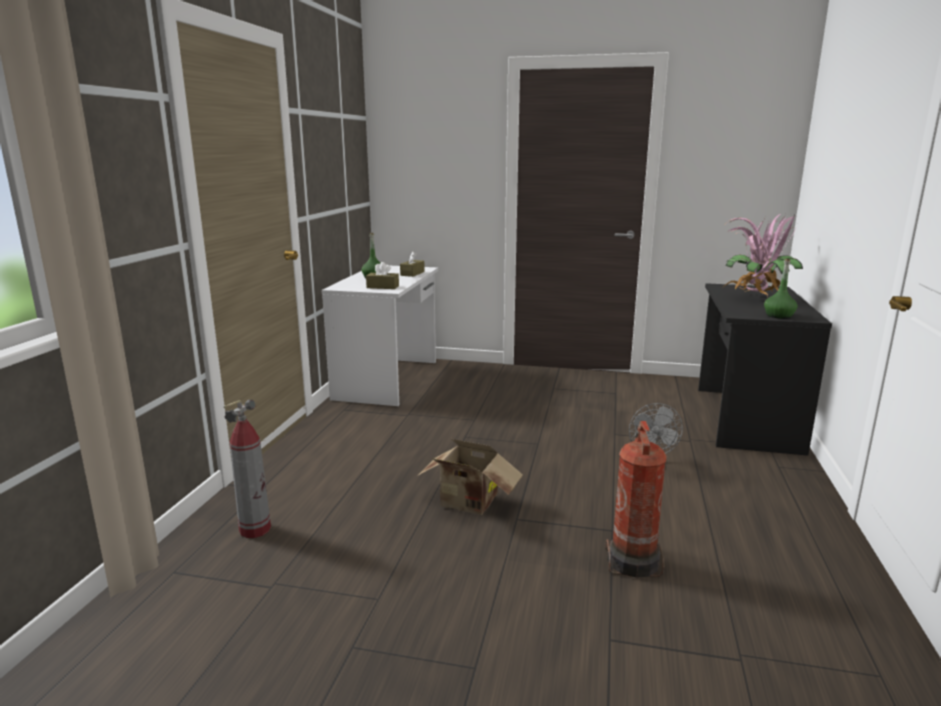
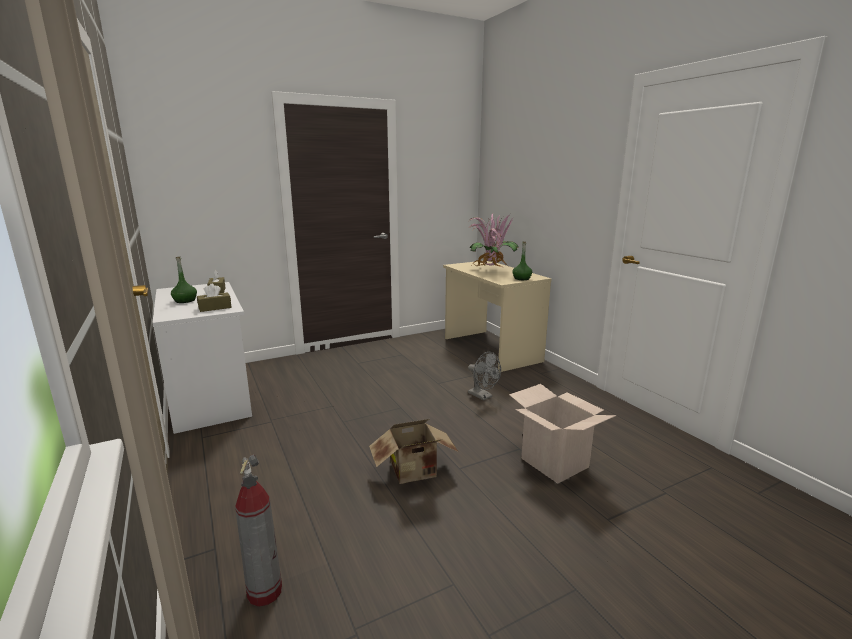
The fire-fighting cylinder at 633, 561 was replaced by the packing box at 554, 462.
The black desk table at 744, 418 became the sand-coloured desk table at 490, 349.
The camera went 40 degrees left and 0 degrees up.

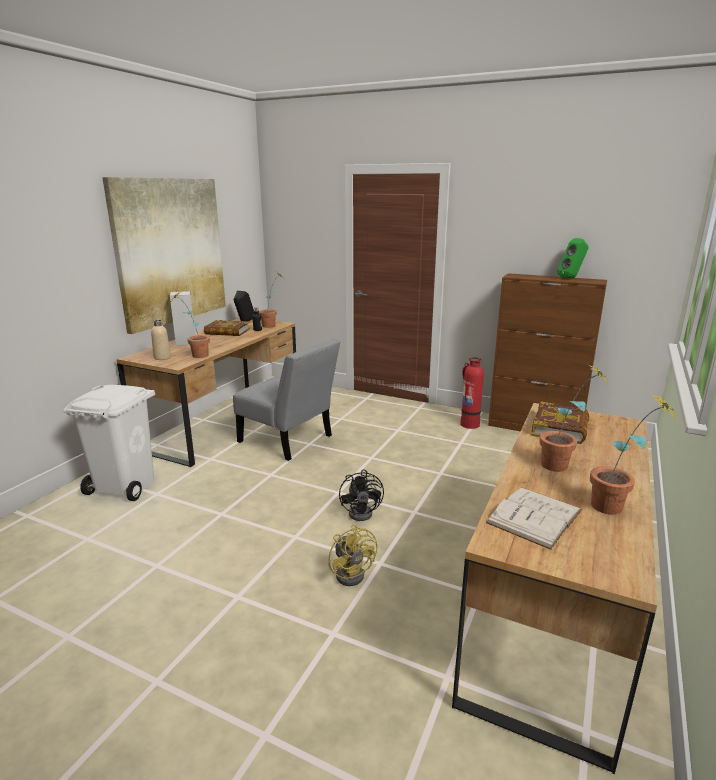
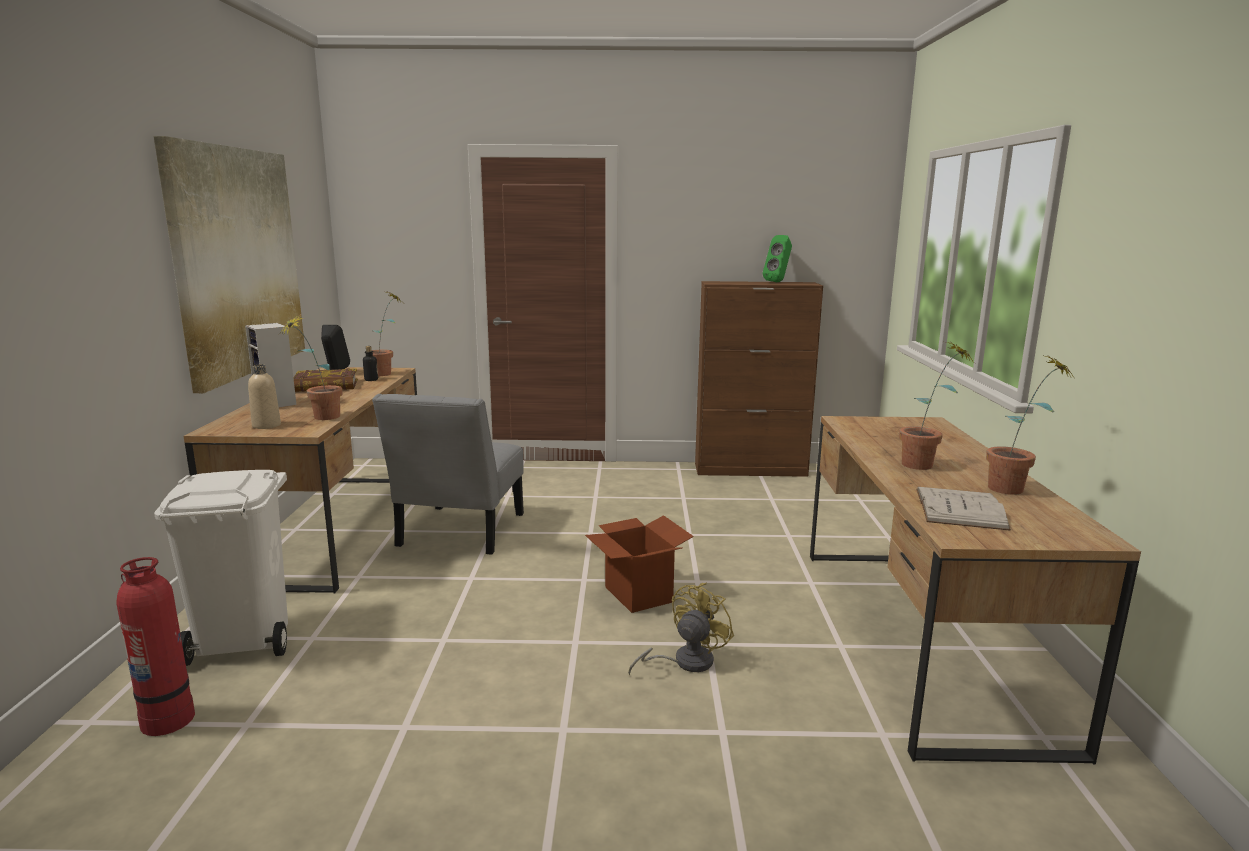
The grey plain chair at 289, 440 turned 90 degrees clockwise.
The yellowish electric fan at 352, 572 turned 90 degrees counterclockwise.
The black electric fan at 364, 512 was replaced by the packing box at 638, 594.
The fire-fighting cylinder moved from 469, 424 to 167, 719.
The volume at 560, 428 disappeared.
The camera went 25 degrees left and 5 degrees down.

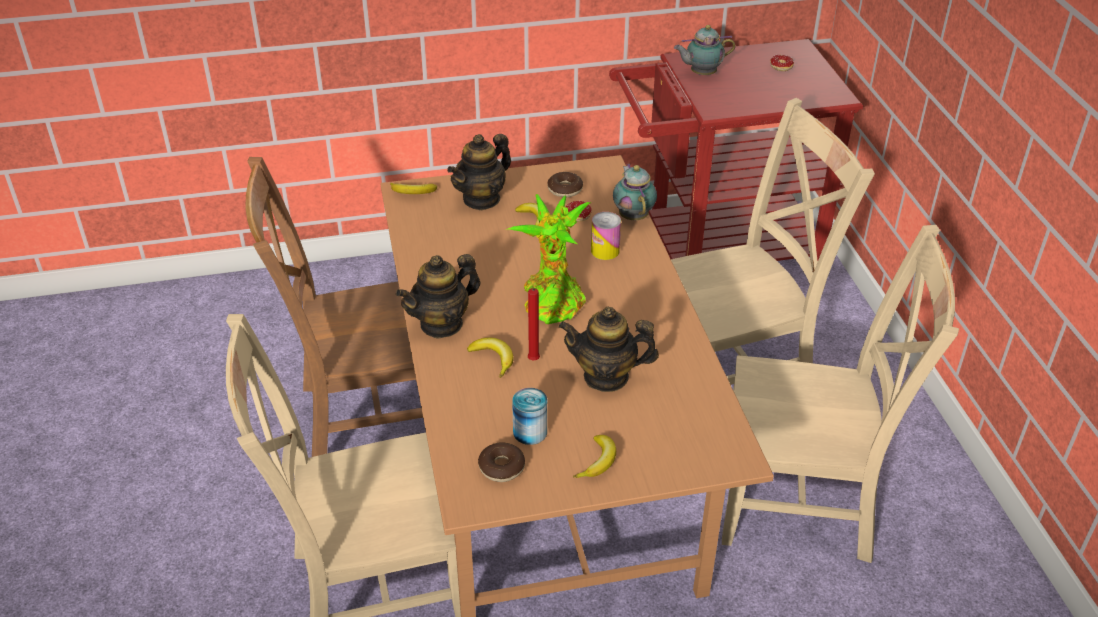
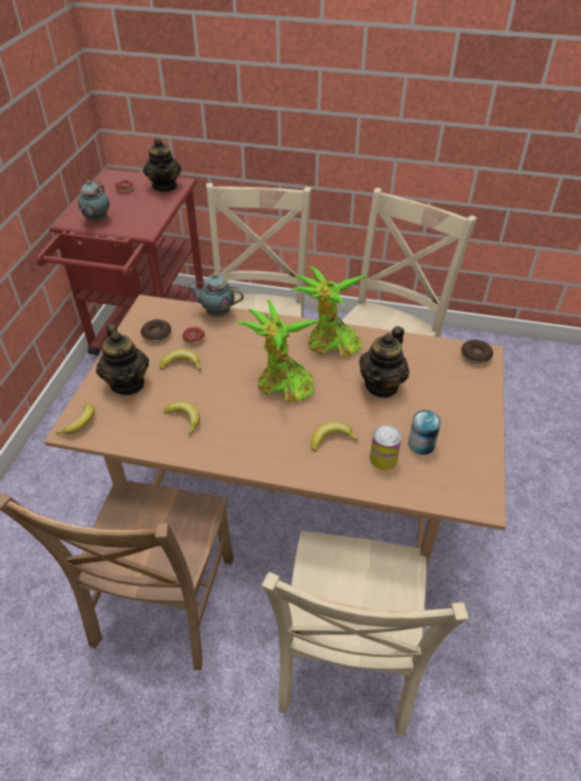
The pot for tea moved from 441, 324 to 165, 186.
The donut moved from 501, 467 to 475, 356.
The reddish wax candle at 533, 361 disappeared.
The banana moved from 598, 462 to 184, 419.
The can moved from 605, 251 to 383, 459.
The plant in a pot at 330, 344 appeared.
The camera went 65 degrees left and 5 degrees up.

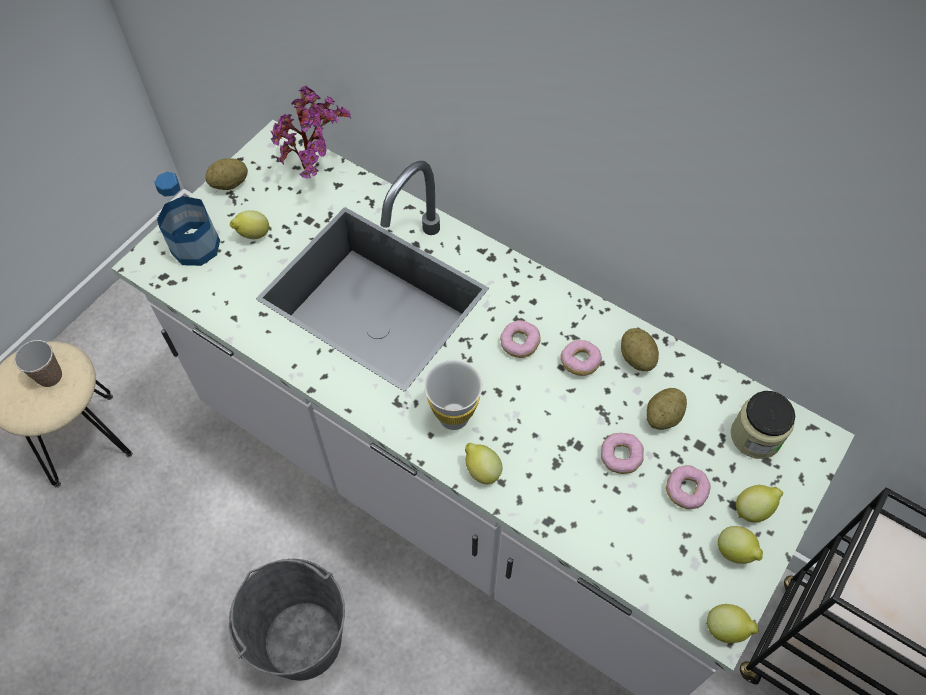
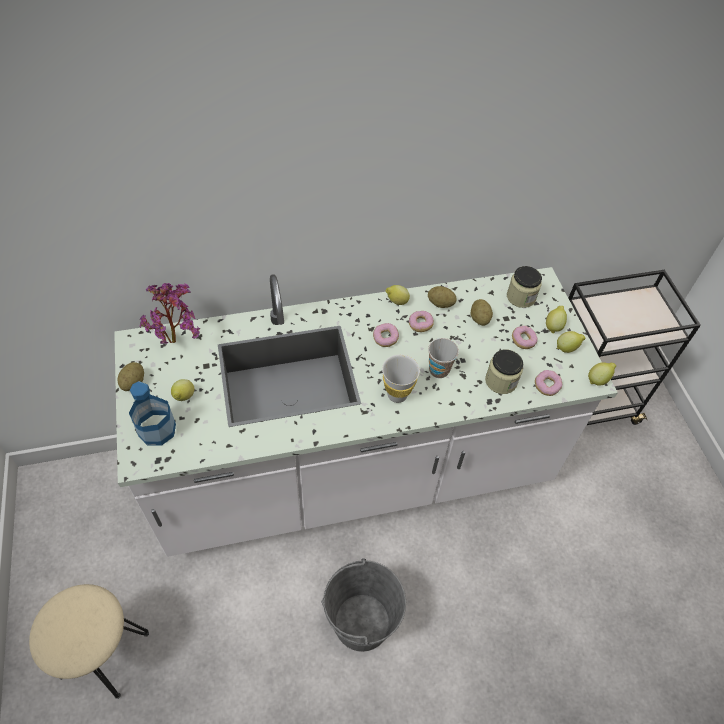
The small cup moved from 50, 376 to 439, 370.
The citrus fruit moved from 481, 470 to 396, 302.
The donut moved from 620, 457 to 546, 386.
The preserve jar at 501, 381 appeared.
The camera went 50 degrees left and 5 degrees down.

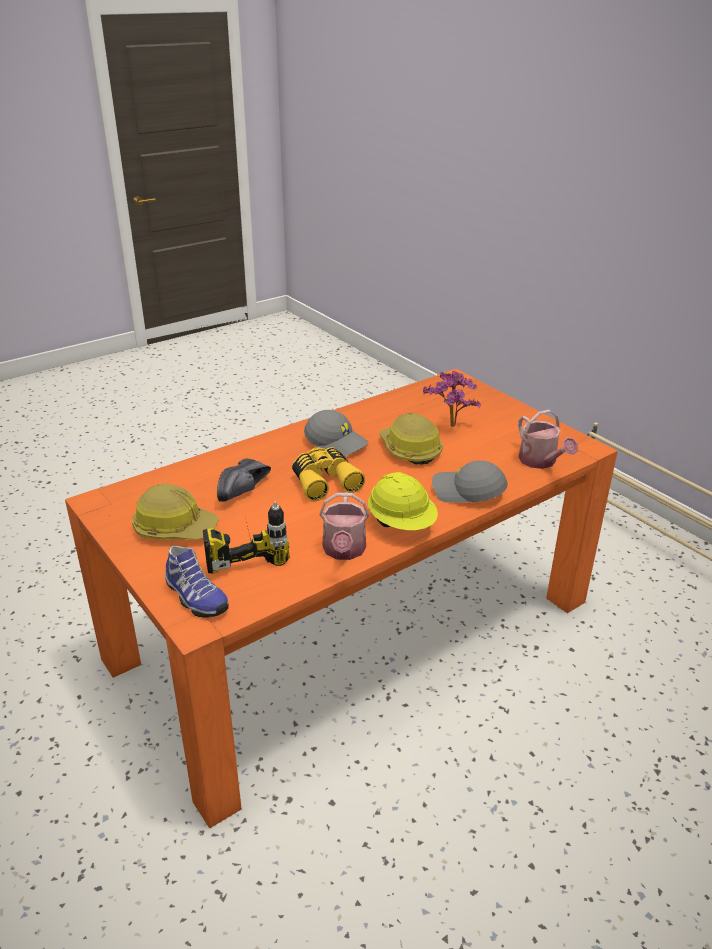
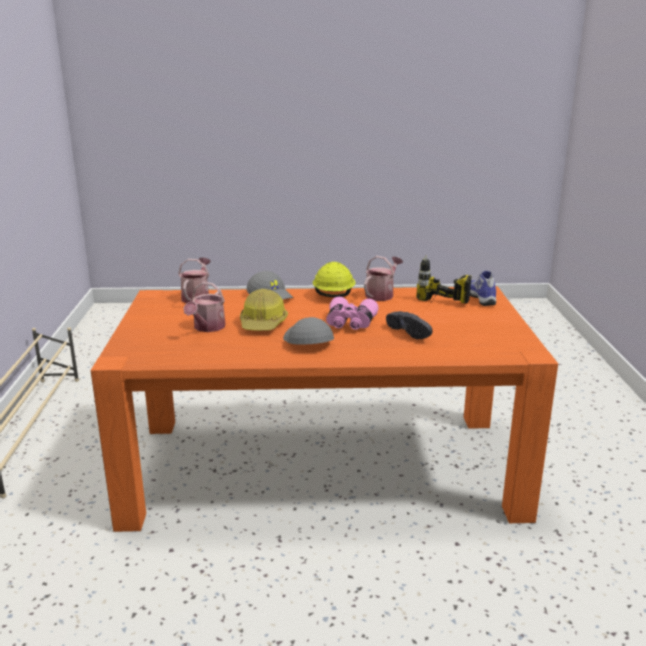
The safety helmet at 174, 528 disappeared.
The black low shoe at 245, 491 turned 90 degrees clockwise.
The yellowish binoculars at 324, 481 became the pink-coloured binoculars at 350, 323.
The plant in a pot at 450, 427 was replaced by the watering can at 207, 328.
The camera went 145 degrees left and 10 degrees down.

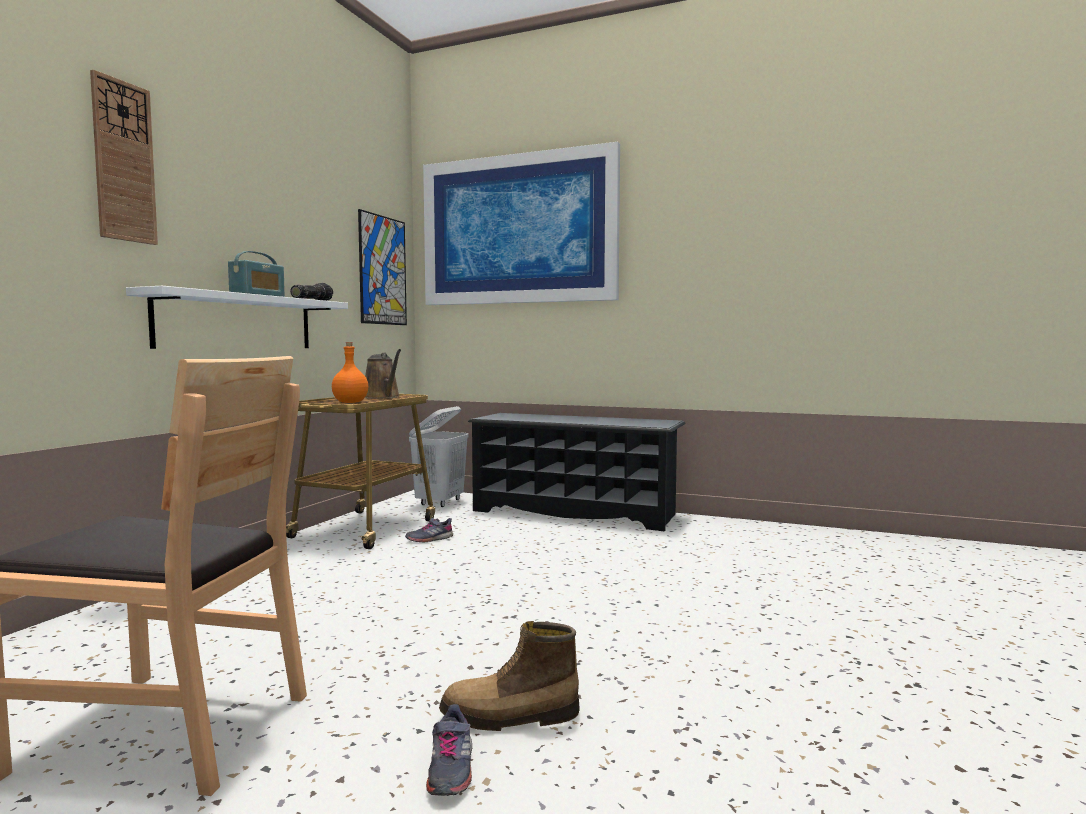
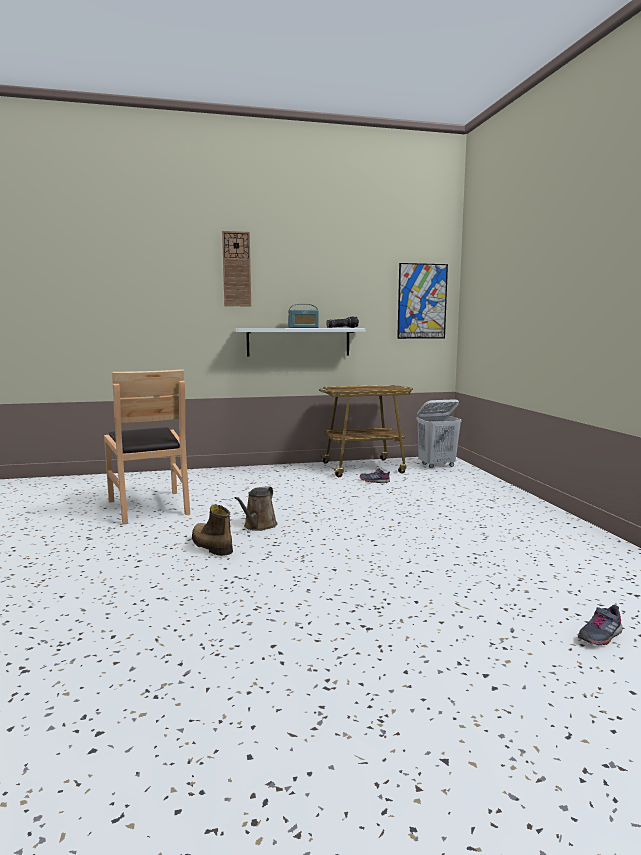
The orange-coloured beverage bottle at 350, 402 disappeared.
The brown watering can moved from 382, 397 to 258, 526.
The wall picture at 518, 230 disappeared.
The grey low shoe moved from 450, 769 to 599, 635.
The black shoe stand at 575, 512 disappeared.
The camera went 55 degrees right and 5 degrees up.

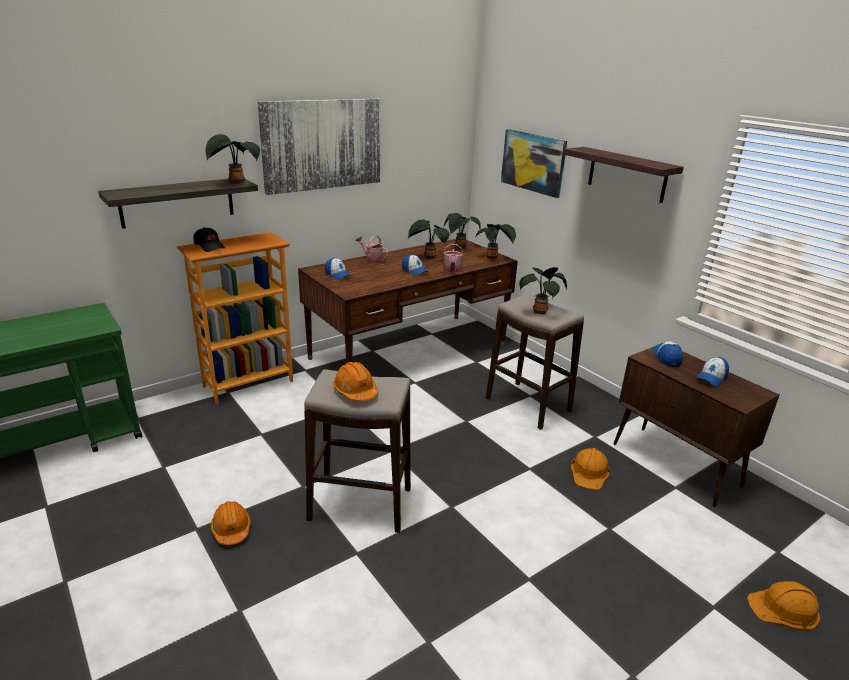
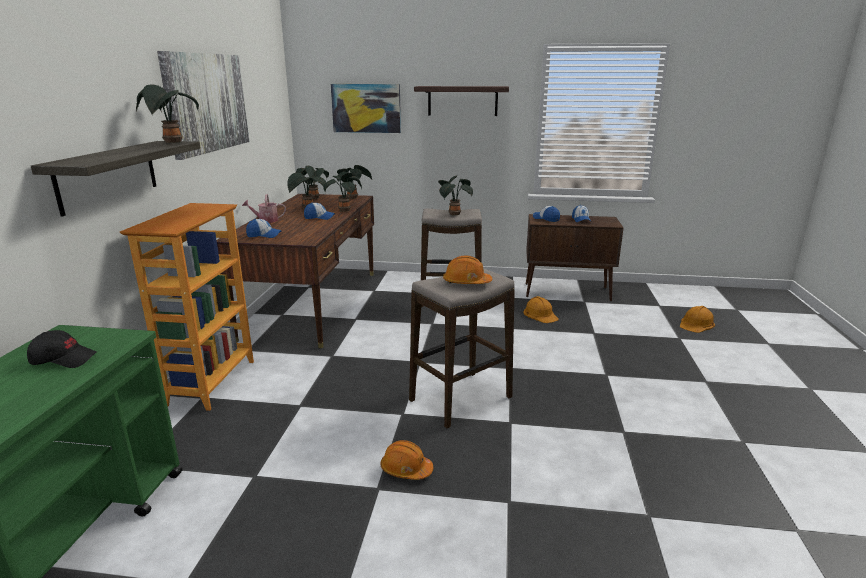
The black cap moved from 210, 246 to 64, 359.
The watering can at 452, 270 was replaced by the plant in a pot at 344, 210.
The camera went 45 degrees left and 5 degrees down.

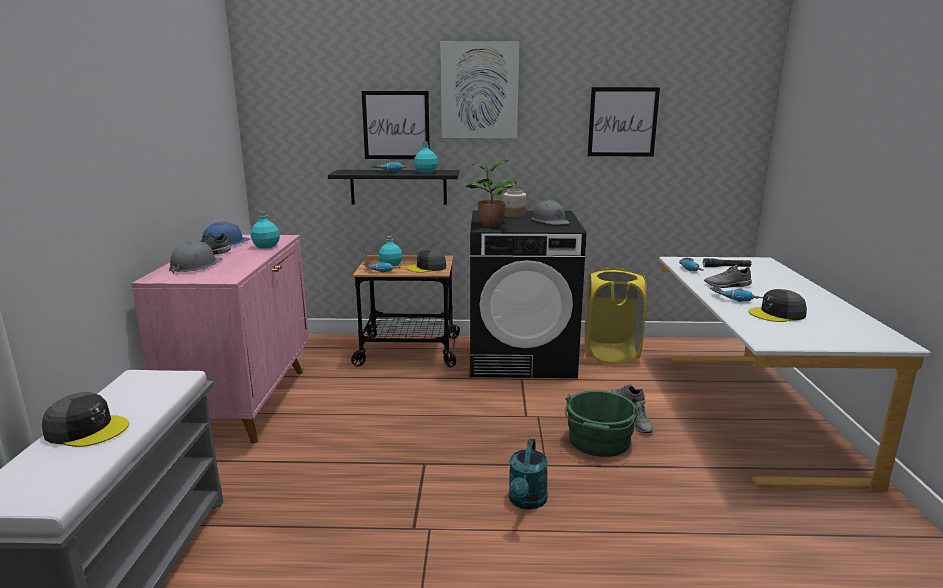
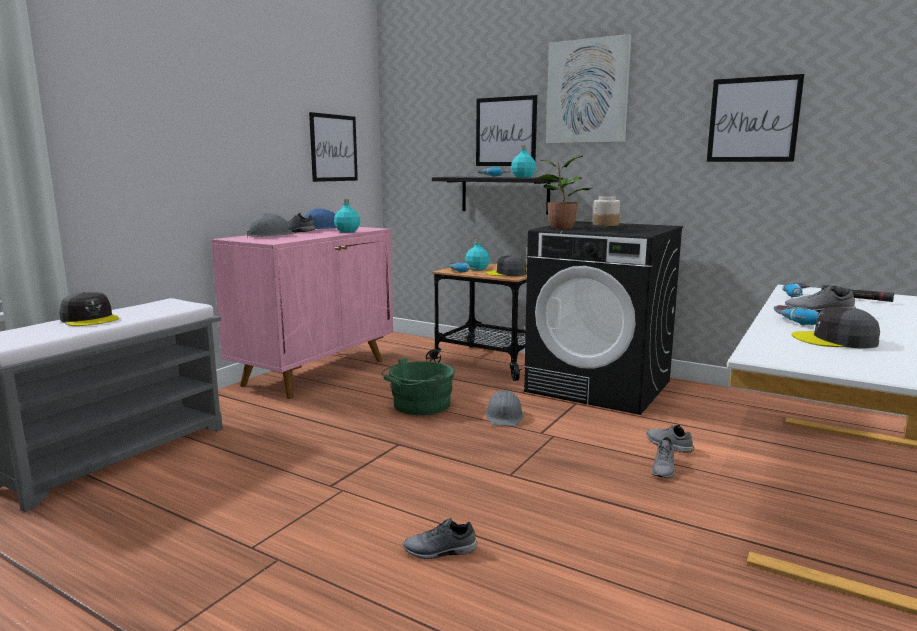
The blue-green watering can at 526, 502 disappeared.
The grey safety helmet moved from 550, 221 to 504, 416.
The green pail moved from 598, 442 to 419, 405.
The yellowish hamper at 610, 353 disappeared.
The wall picture at 333, 148 appeared.
The grey low shoe at 440, 551 appeared.
The camera went 30 degrees right and 5 degrees down.

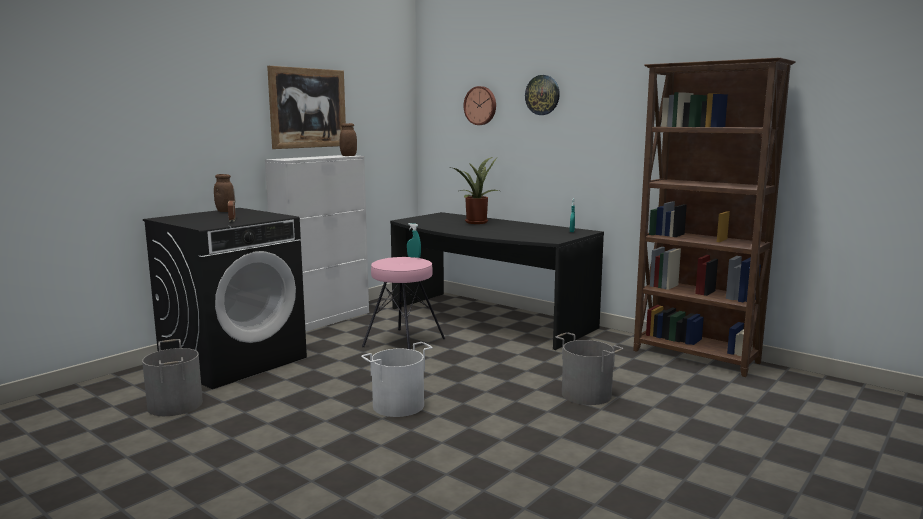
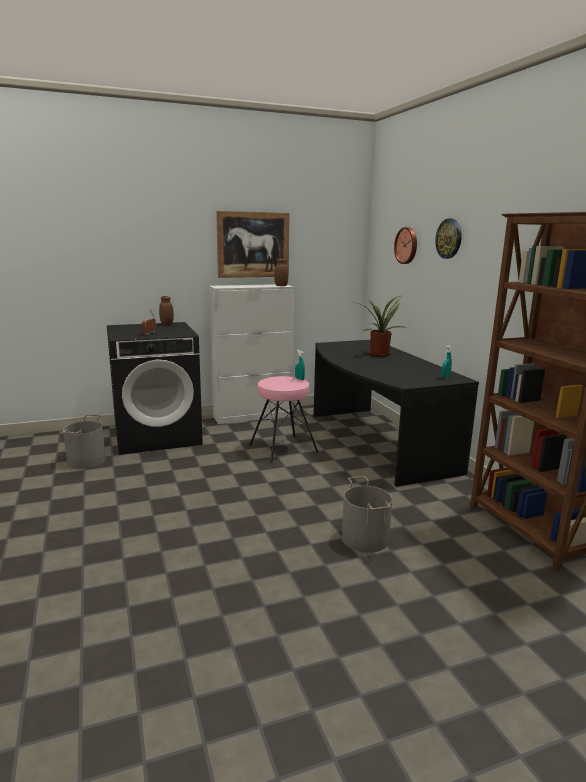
The white pail at 399, 406 disappeared.
The camera went 30 degrees right and 5 degrees up.

